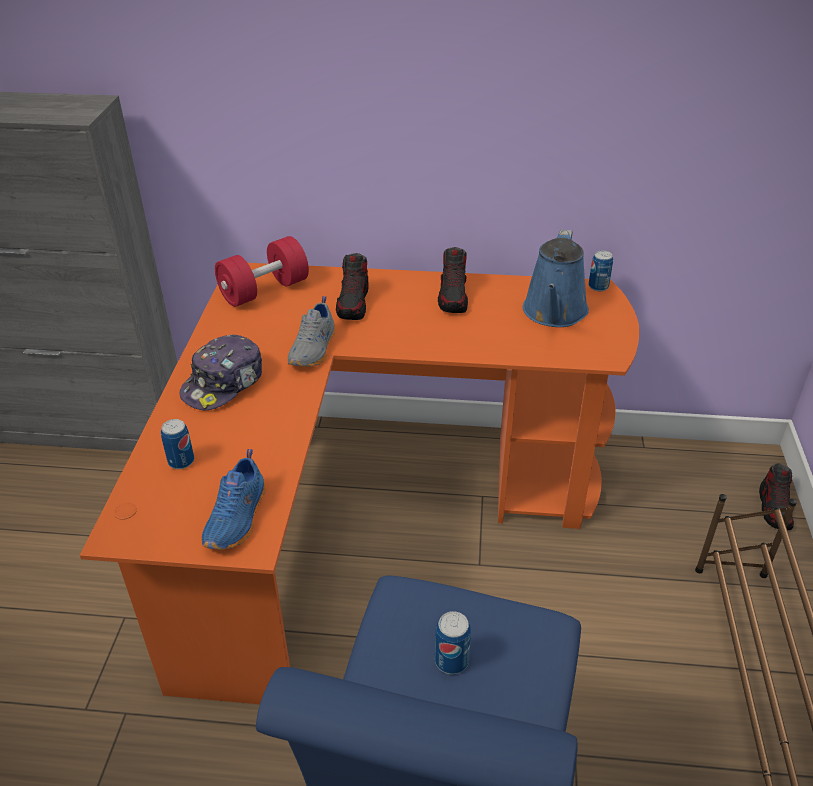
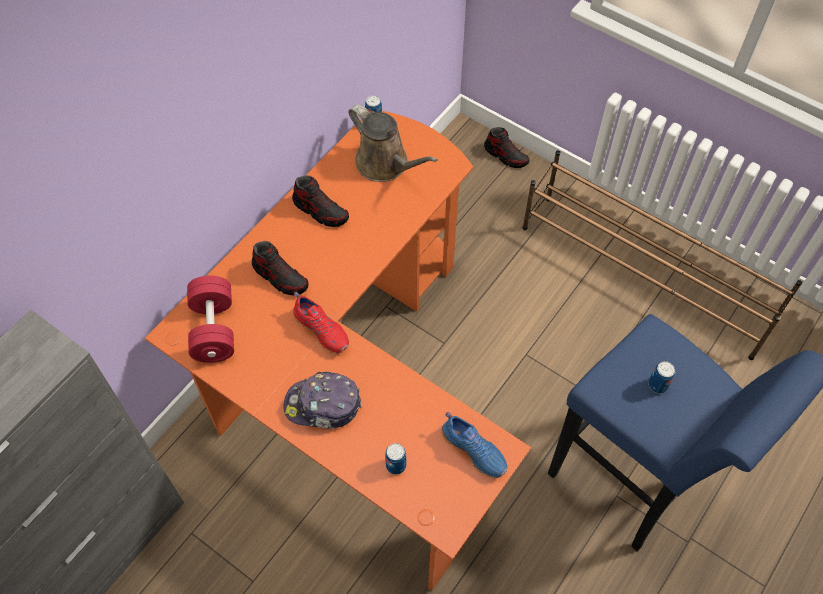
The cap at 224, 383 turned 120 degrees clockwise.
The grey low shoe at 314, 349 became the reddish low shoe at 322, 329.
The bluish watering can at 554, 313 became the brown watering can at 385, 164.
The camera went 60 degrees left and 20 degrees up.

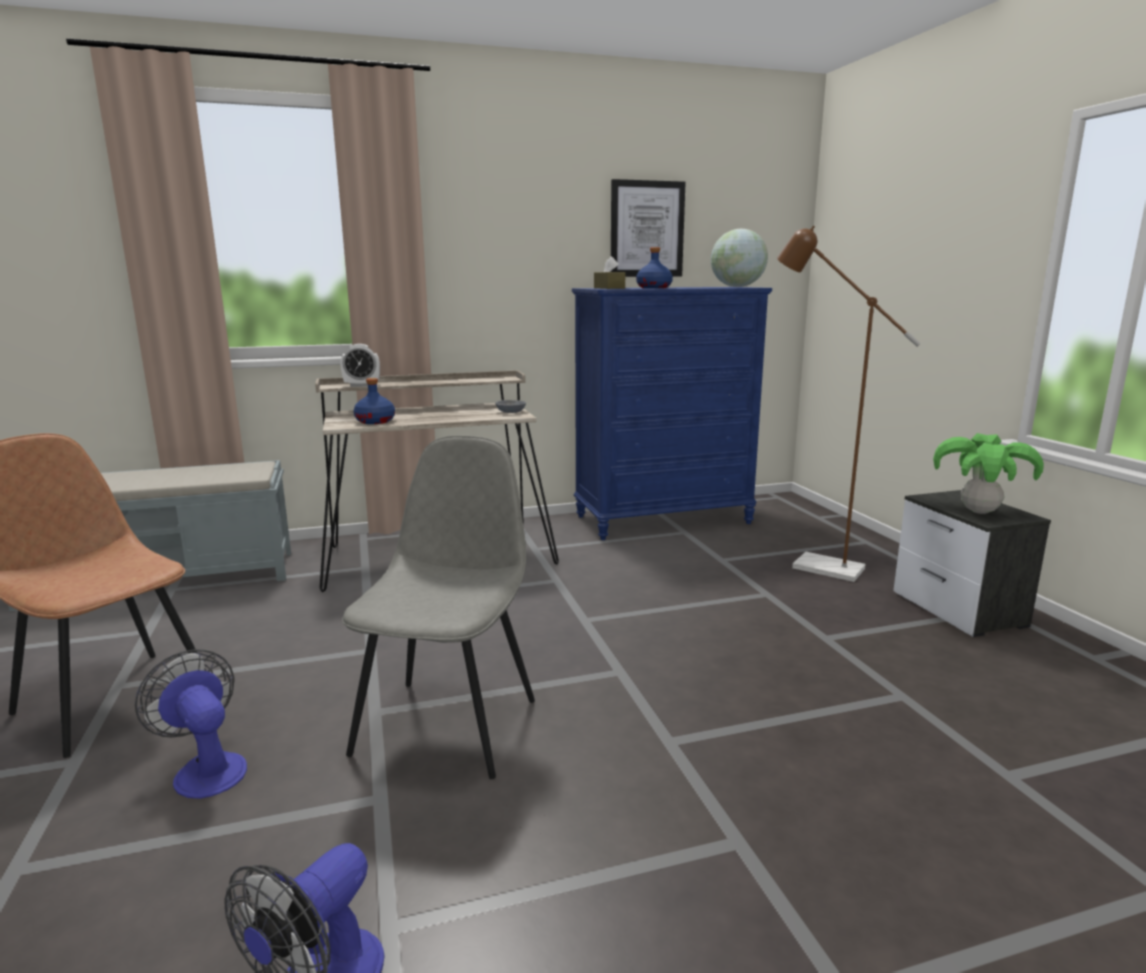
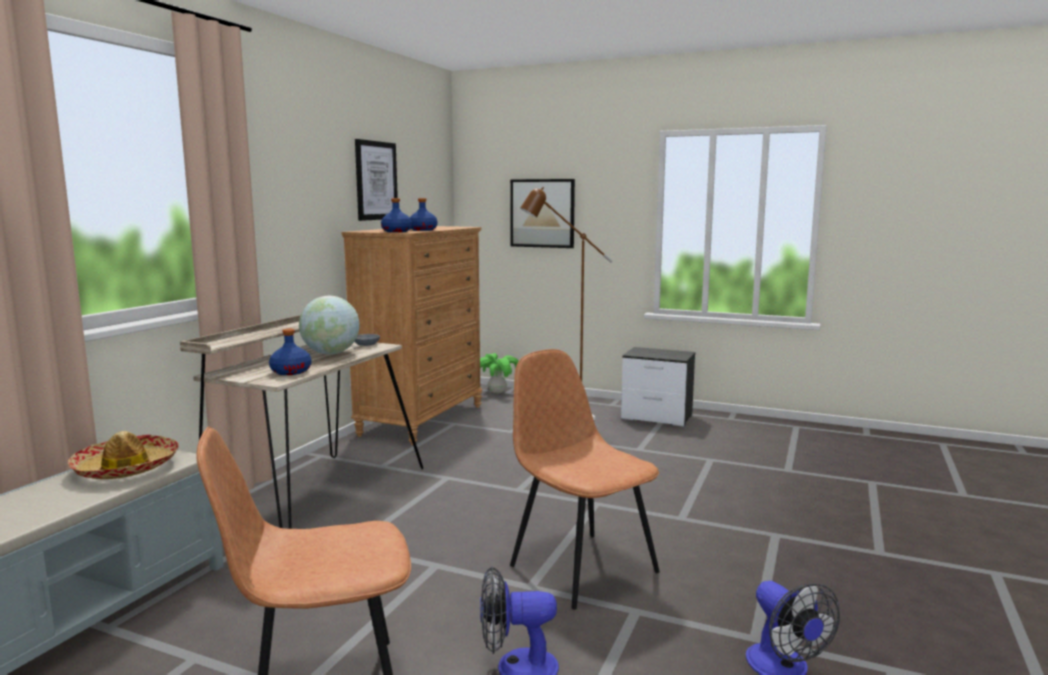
The table clock at 362, 385 disappeared.
The grey plain chair at 448, 724 became the brown plain chair at 581, 567.
The bluish dresser at 663, 519 became the brown dresser at 422, 420.
The brown box of tissues at 609, 288 was replaced by the bluish beverage bottle at 396, 231.
The desk globe moved from 737, 287 to 331, 353.
The plant in a pot moved from 979, 511 to 497, 392.
The hat at 126, 468 appeared.
The wall picture at 542, 213 appeared.
The camera went 50 degrees left and 5 degrees down.

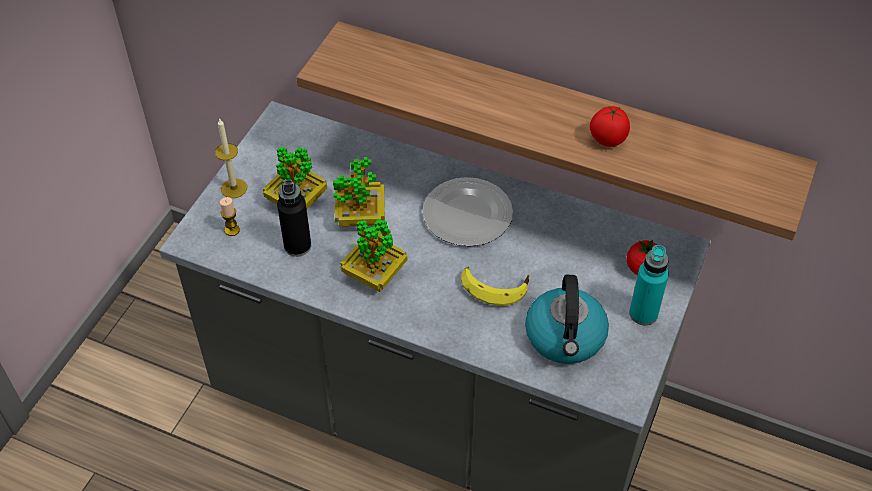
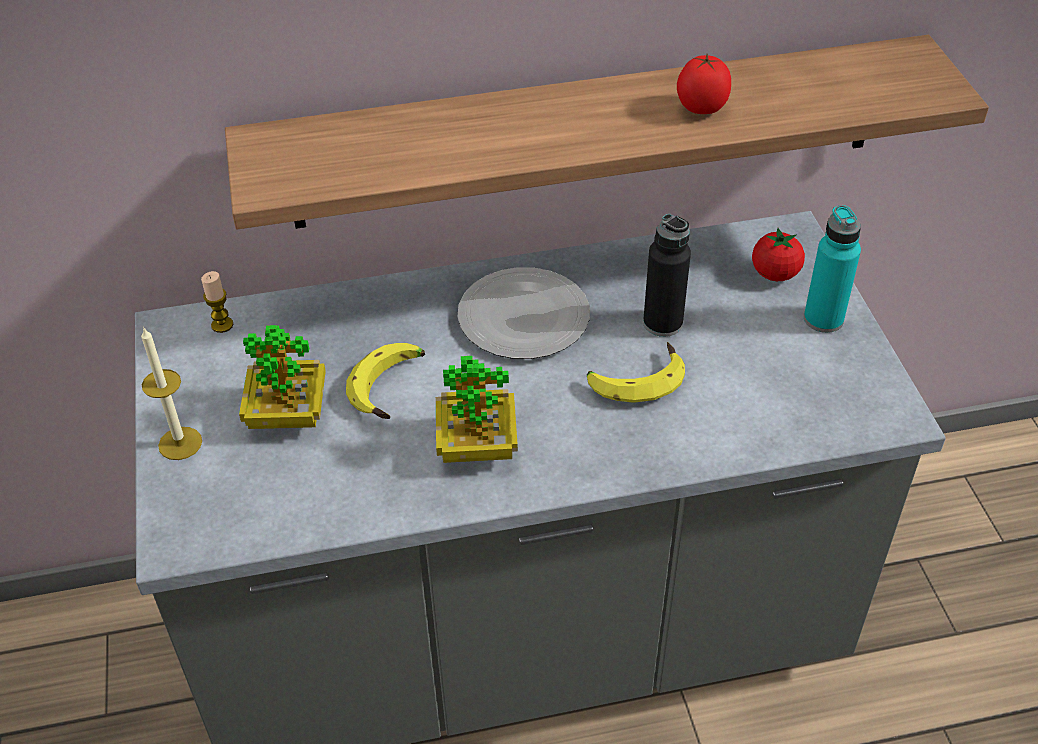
The wax candle moved from 232, 230 to 222, 325.
The black beverage bottle moved from 297, 246 to 662, 323.
The plant in a pot at 360, 216 was replaced by the banana at 392, 388.
The kettle at 565, 337 disappeared.
The camera went 35 degrees left and 5 degrees down.

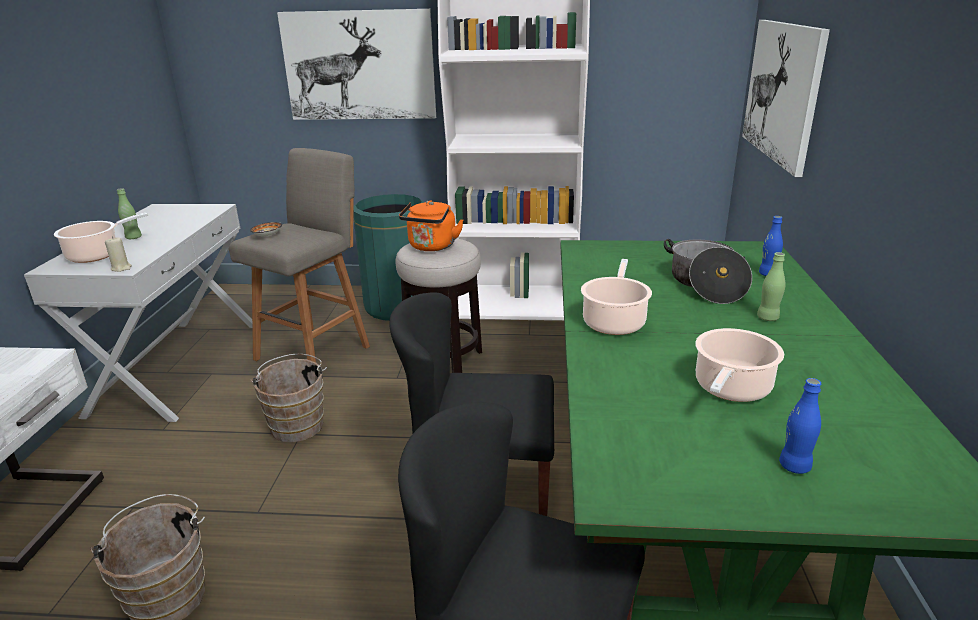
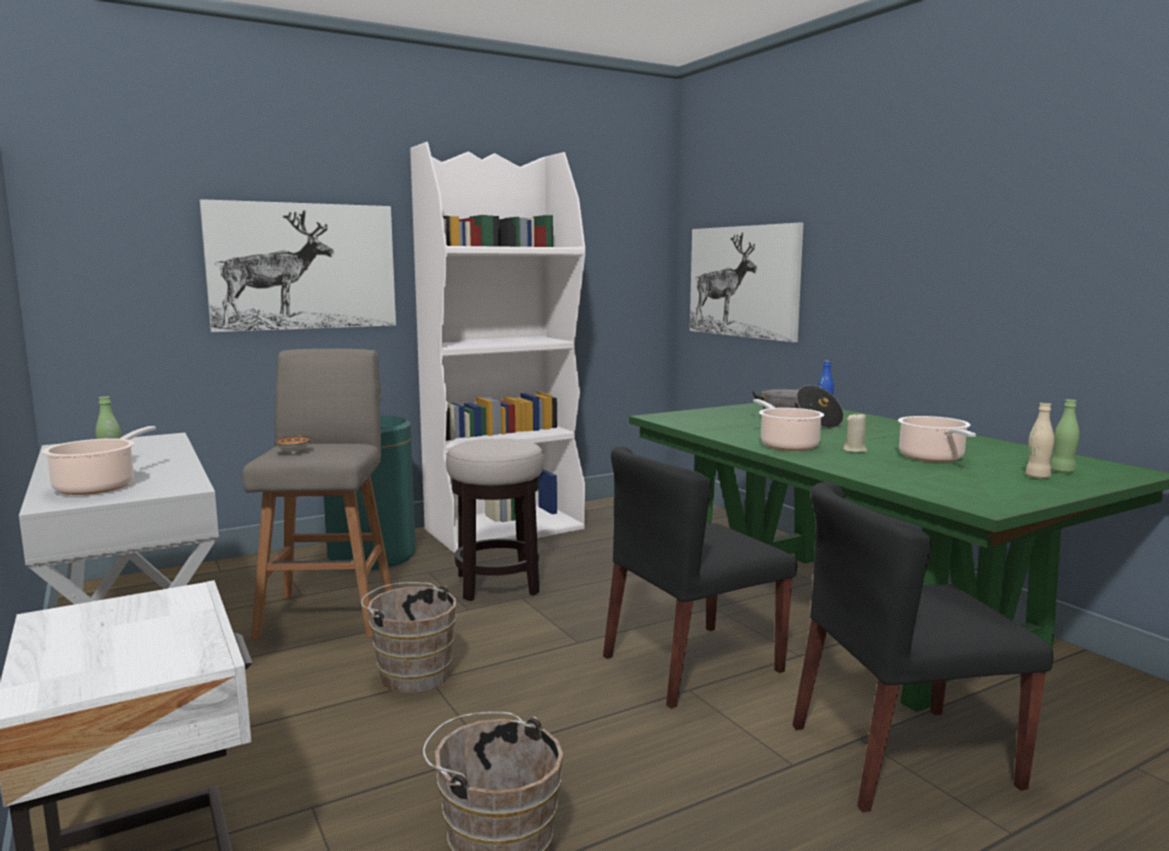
The sand-coloured wax candle moved from 121, 268 to 855, 450.
The orange-coloured kettle at 431, 247 disappeared.
The green beverage bottle moved from 767, 318 to 1062, 471.
The bluish beverage bottle at 794, 466 became the sand-coloured beverage bottle at 1037, 477.
The camera went 35 degrees left and 15 degrees down.

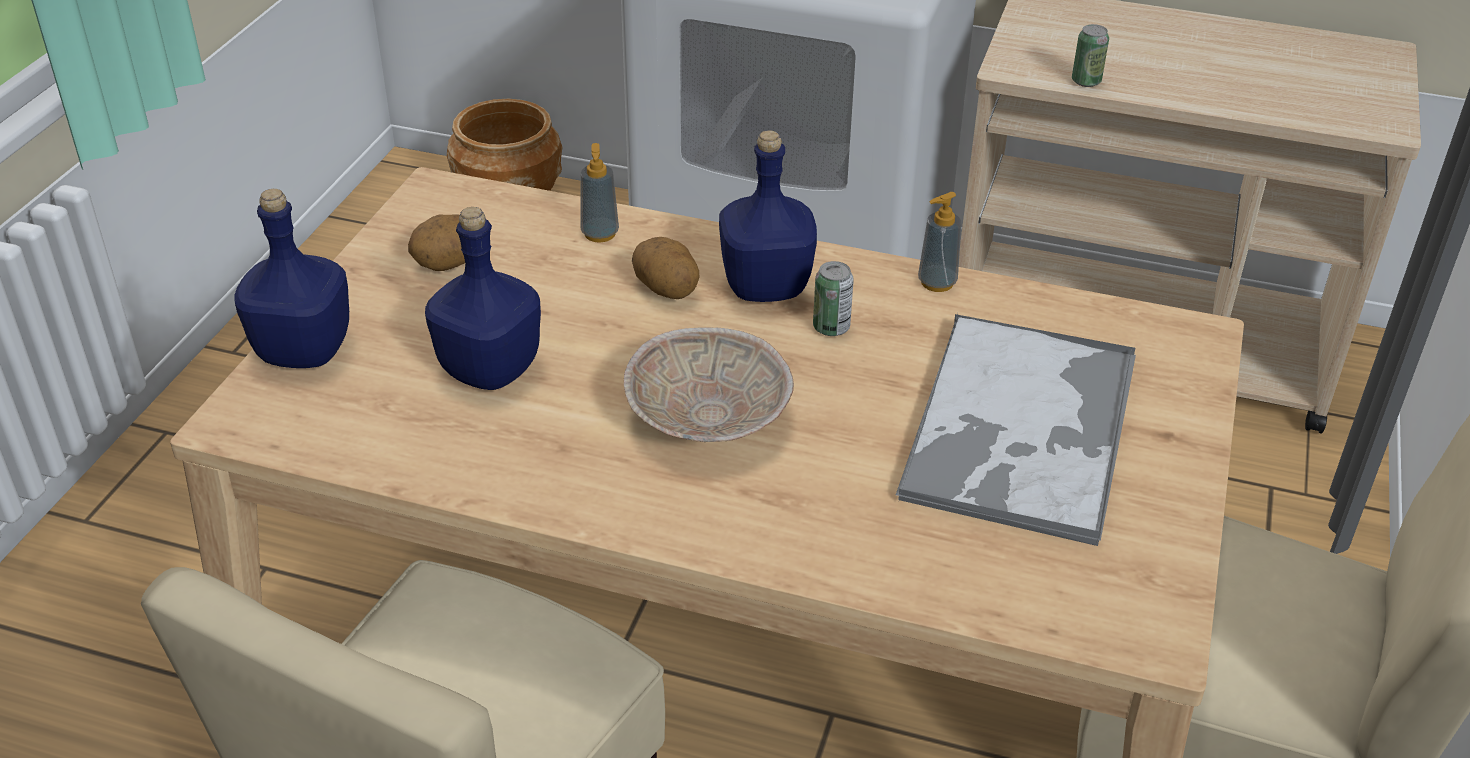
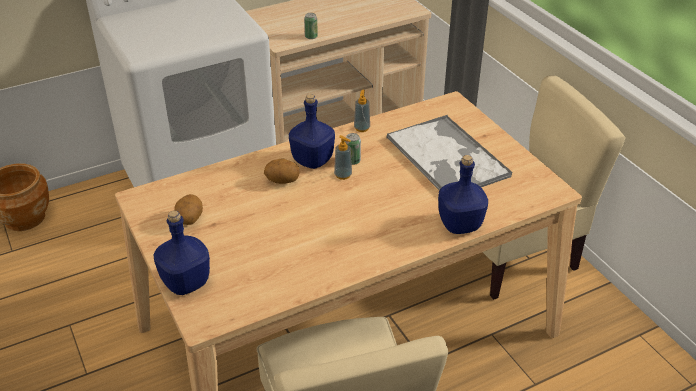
The bluish beverage bottle moved from 491, 368 to 459, 224.
The liquid soap bottle moved from 600, 234 to 343, 175.
The sand-coloured deep dish at 708, 419 disappeared.
The camera went 45 degrees left and 0 degrees up.

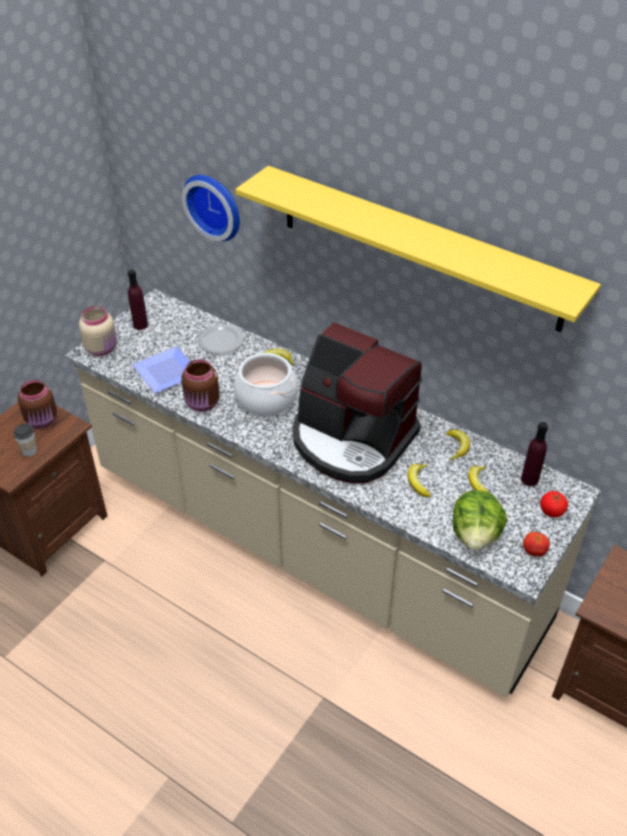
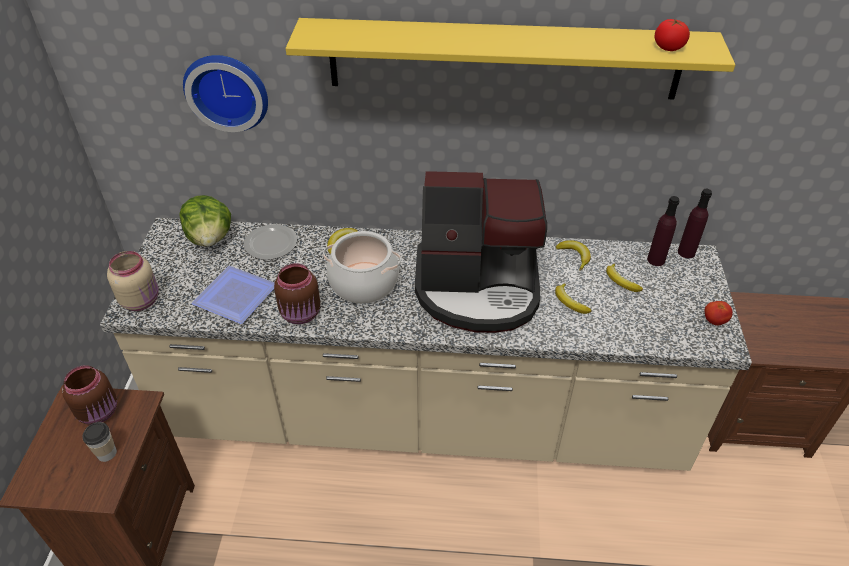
The purple-coloured beverage bottle moved from 140, 325 to 686, 252.
The head of lettuce moved from 475, 535 to 210, 238.
The fresh tomato moved from 551, 511 to 668, 47.
The camera went 30 degrees left and 0 degrees up.

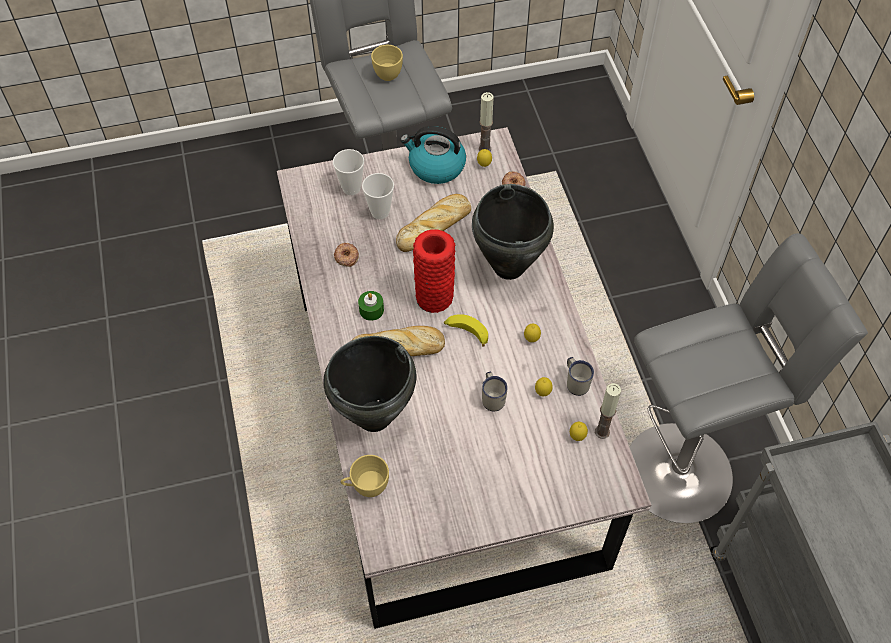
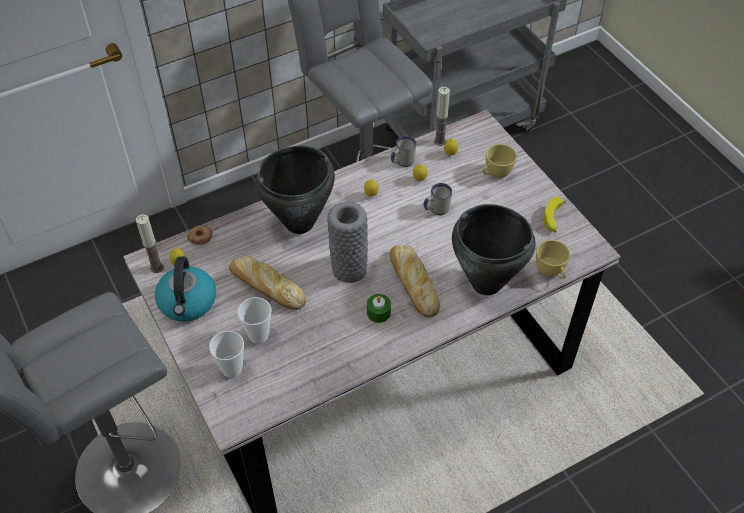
The donut at 346, 256 disappeared.
The yellowish small cup moved from 386, 72 to 495, 174.
The reddish flower vase at 434, 297 became the grey flower vase at 349, 268.
The banana moved from 466, 332 to 554, 219.
The camera went 105 degrees left and 5 degrees down.

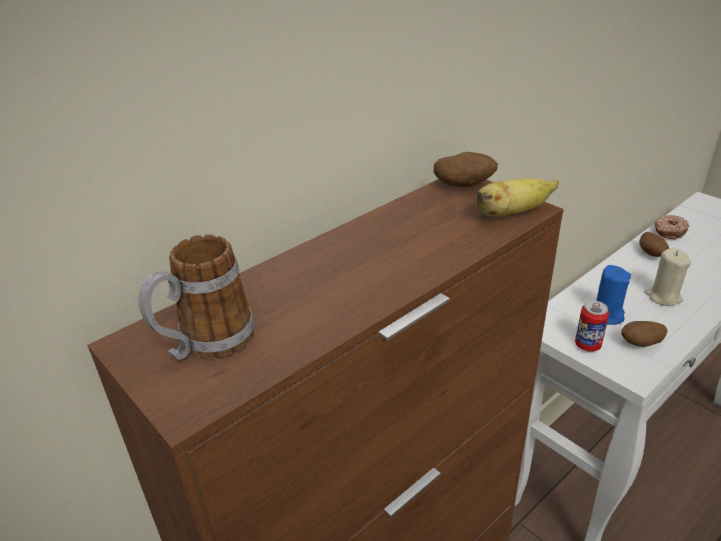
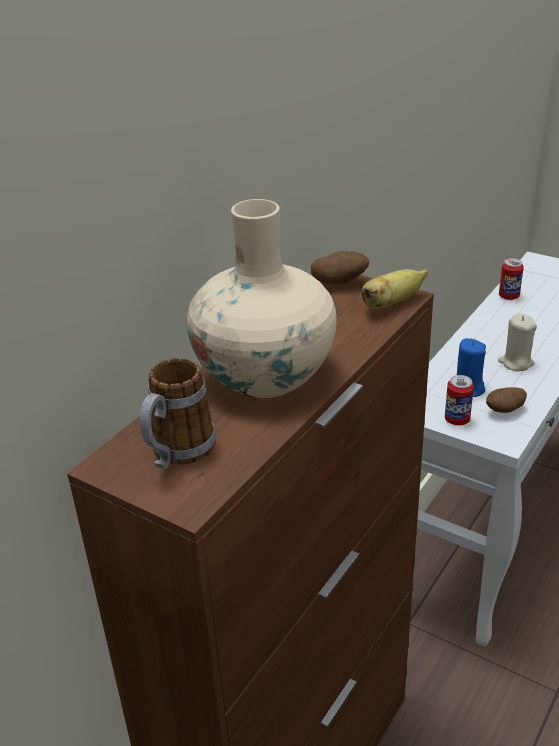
The whole potato at 651, 254 disappeared.
The donut at 669, 231 was replaced by the can at 508, 296.
The sand-coloured flower vase at 265, 376 appeared.
The camera went 15 degrees left and 0 degrees up.

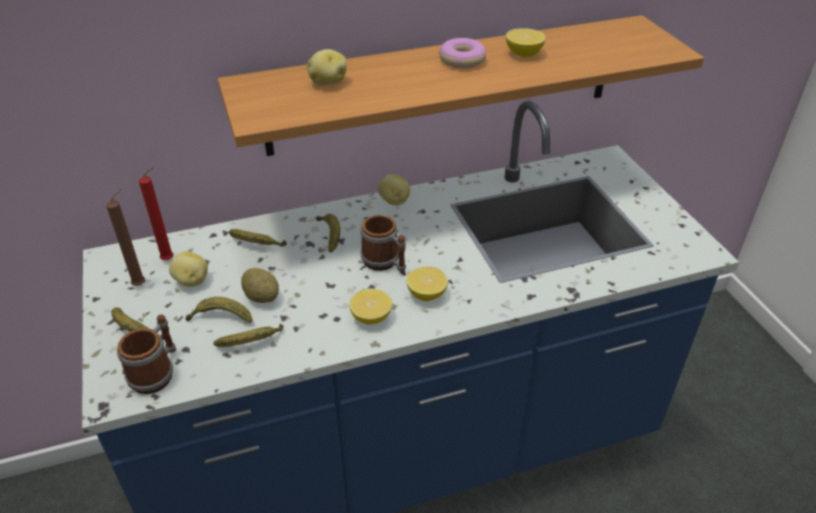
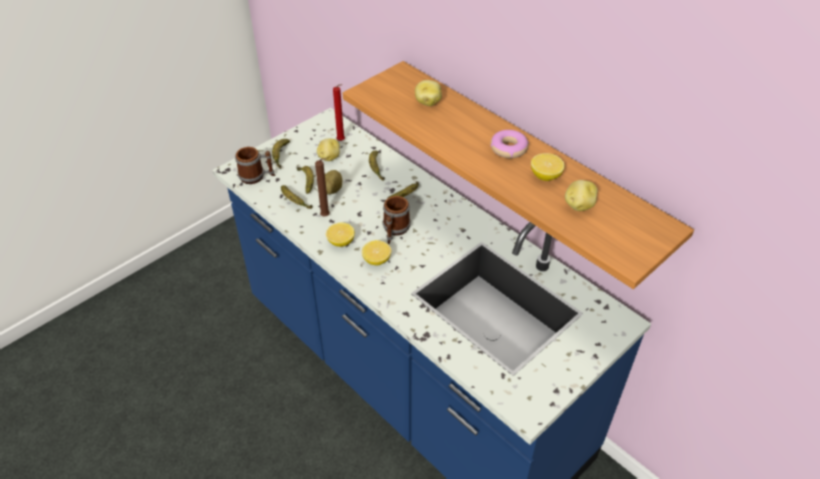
The brown wax candle moved from 142, 284 to 326, 216.
The whole potato moved from 393, 201 to 578, 205.
The camera went 65 degrees right and 5 degrees up.

